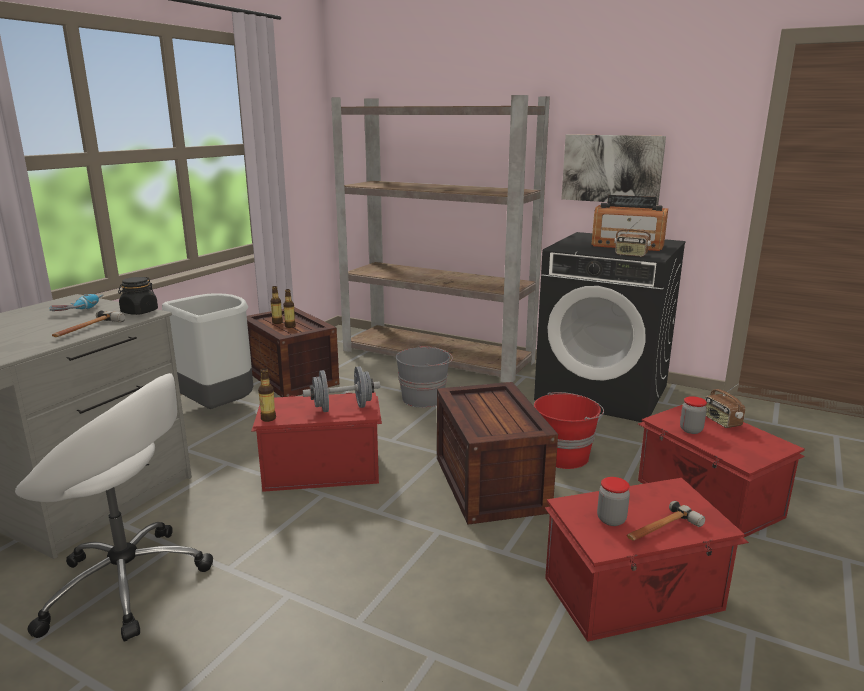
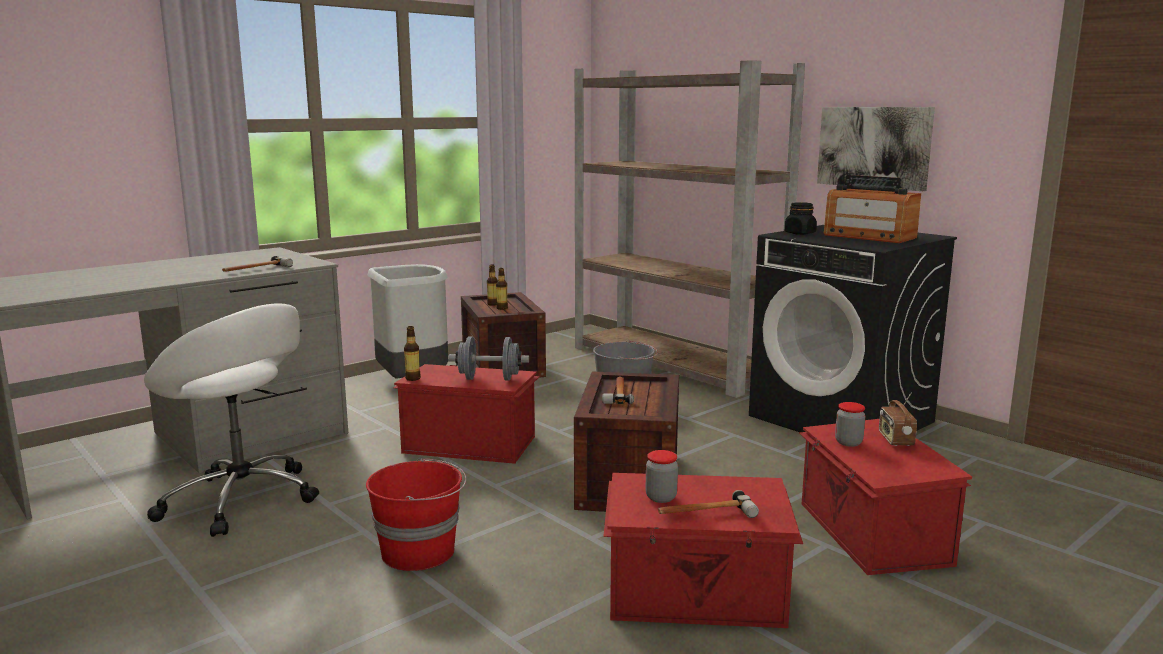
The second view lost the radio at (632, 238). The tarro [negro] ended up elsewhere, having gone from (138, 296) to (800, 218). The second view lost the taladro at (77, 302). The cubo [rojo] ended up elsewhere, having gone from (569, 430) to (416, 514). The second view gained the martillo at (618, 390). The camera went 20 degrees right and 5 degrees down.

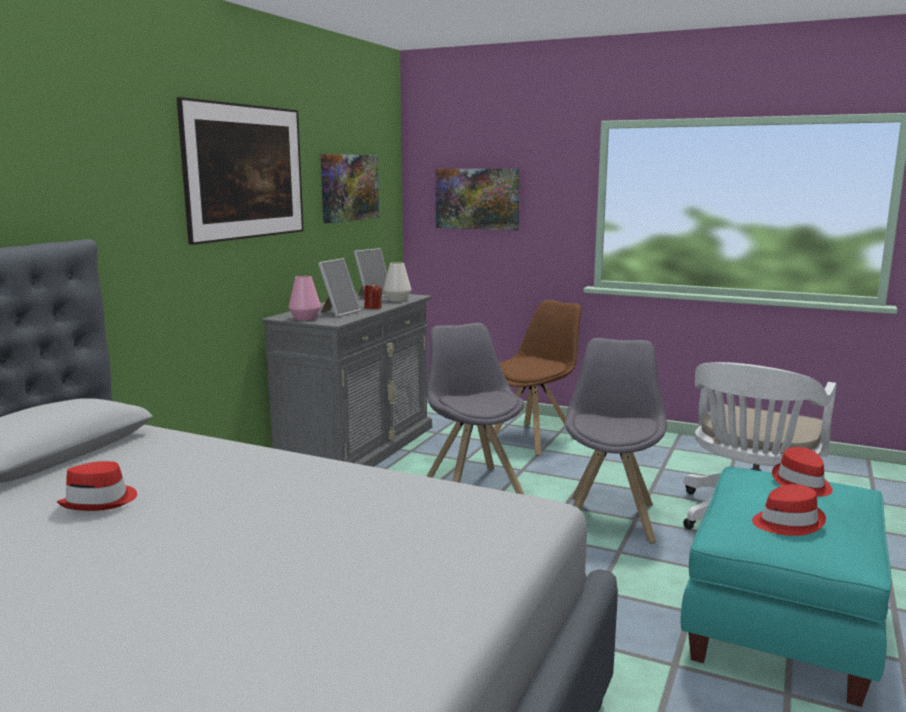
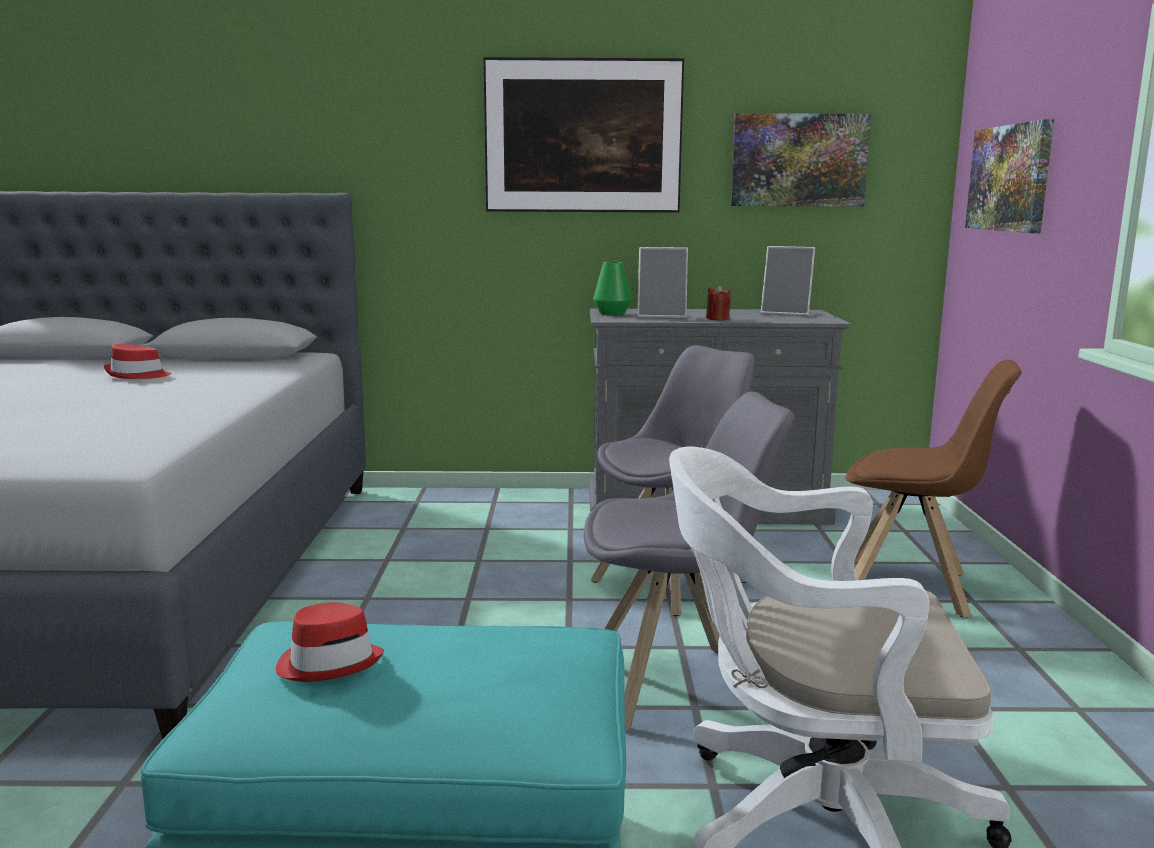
The second view lost the florero [blanco] at (397, 282). What was the florero [rosa] at (304, 298) turned into the florero [verde] at (612, 288). The second view lost the sombrero [rojo] at (802, 472). The camera went 65 degrees right and 0 degrees up.

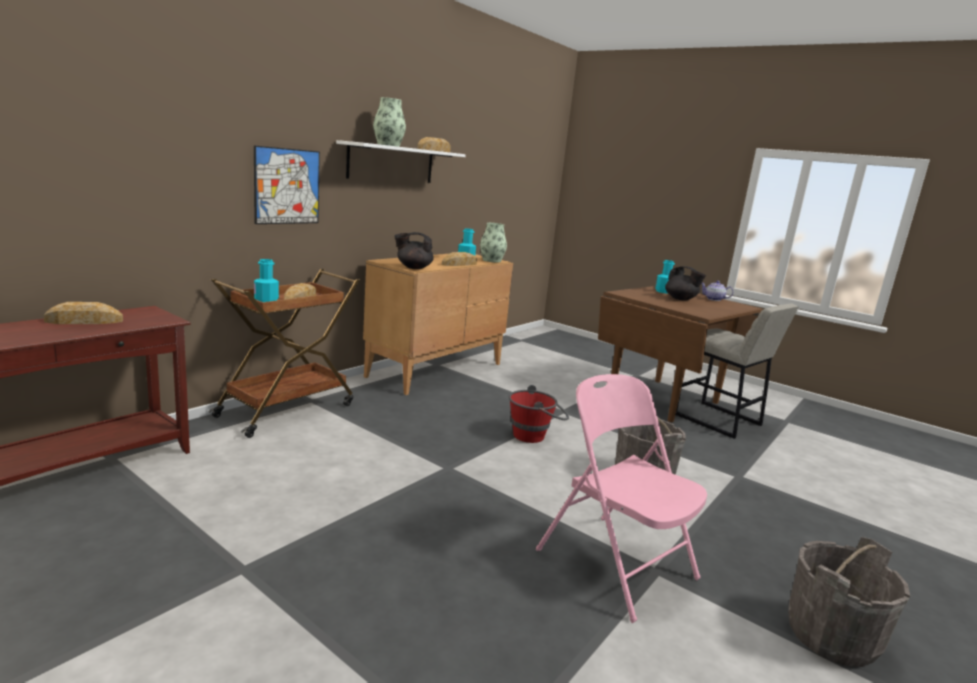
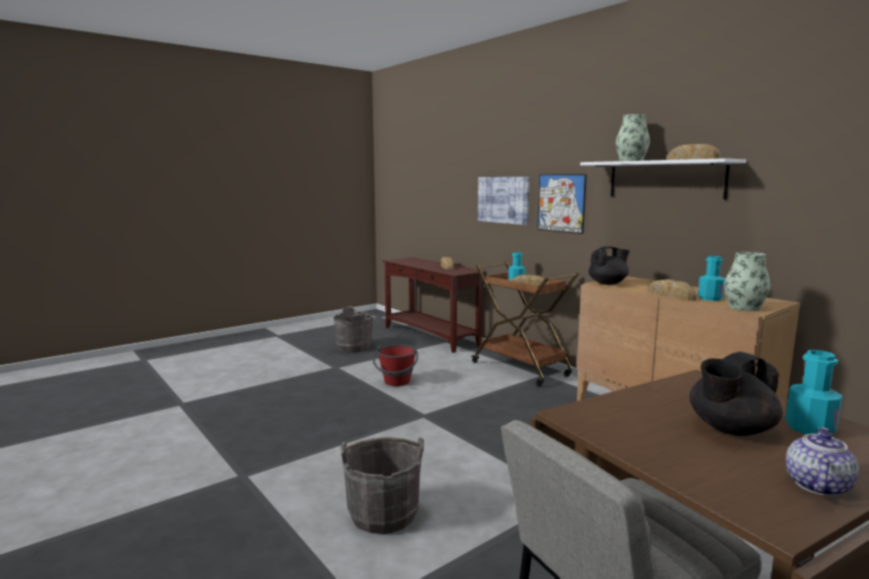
The tetera [negro] at (414, 250) ended up facing another way, 60 degrees clockwise from before. The second view lost the silla [rosa] at (621, 498). The cubo [rojo] ended up elsewhere, having gone from (539, 414) to (395, 365). The cubo [gris] ended up elsewhere, having gone from (849, 602) to (353, 329). The second view gained the cuadro at (504, 201). The camera went 105 degrees right and 5 degrees down.

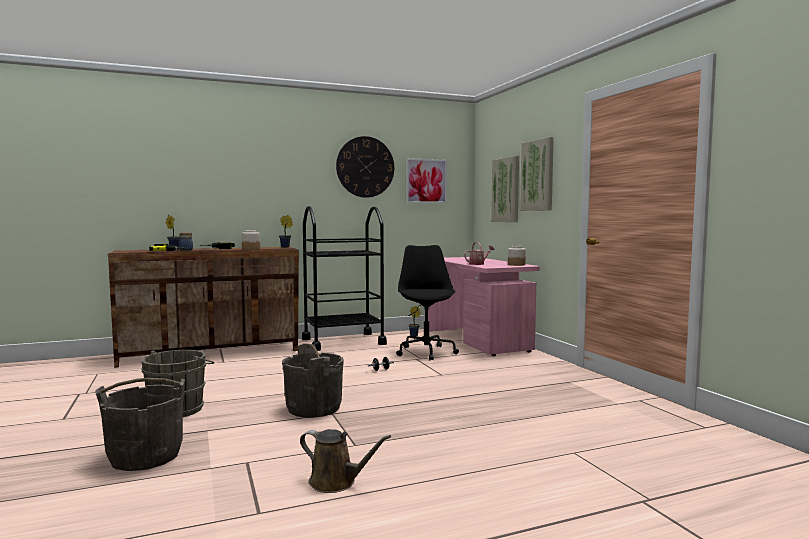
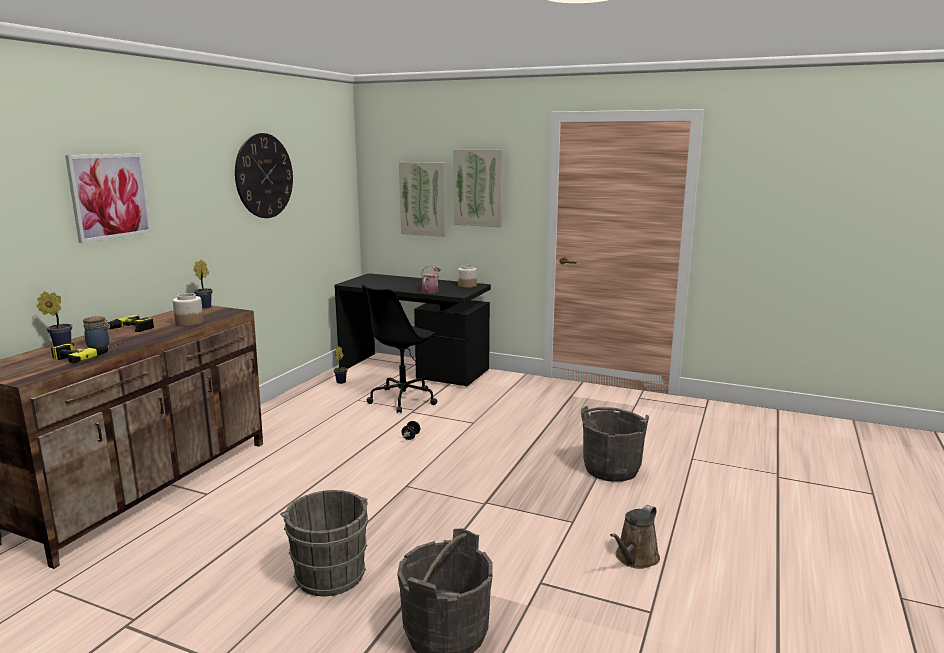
The cuadro ended up elsewhere, having gone from (426, 181) to (108, 198). The second view lost the carrito [negro] at (344, 278). The silla de oficina [negro] at (427, 302) ended up facing another way, 90 degrees counterclockwise from before. What was the escritorio [rosa] at (484, 306) turned into the escritorio [negro] at (412, 330). The cubo [gris] ended up elsewhere, having gone from (313, 381) to (615, 444). The regadera [marrón] at (345, 461) ended up facing another way, 150 degrees clockwise from before. The camera went 45 degrees left and 10 degrees up.

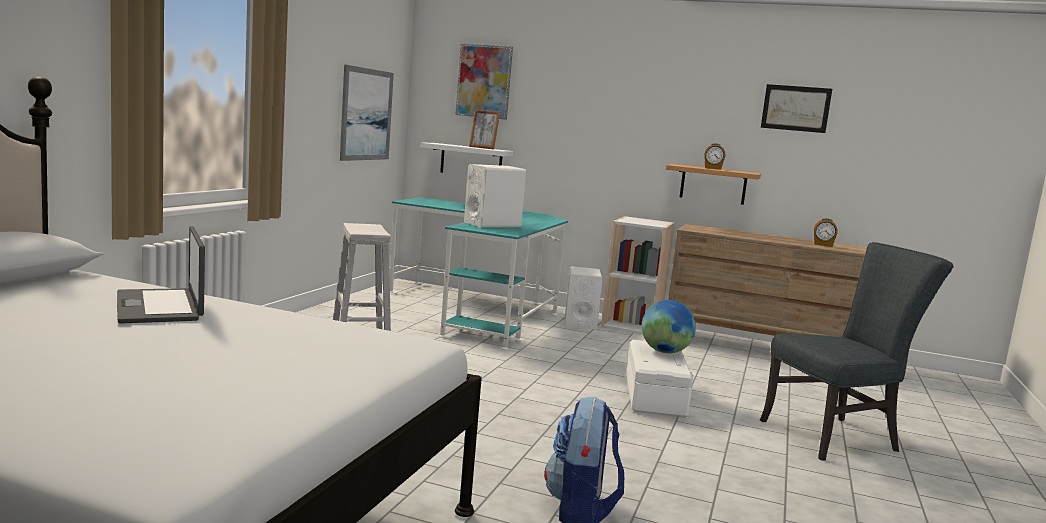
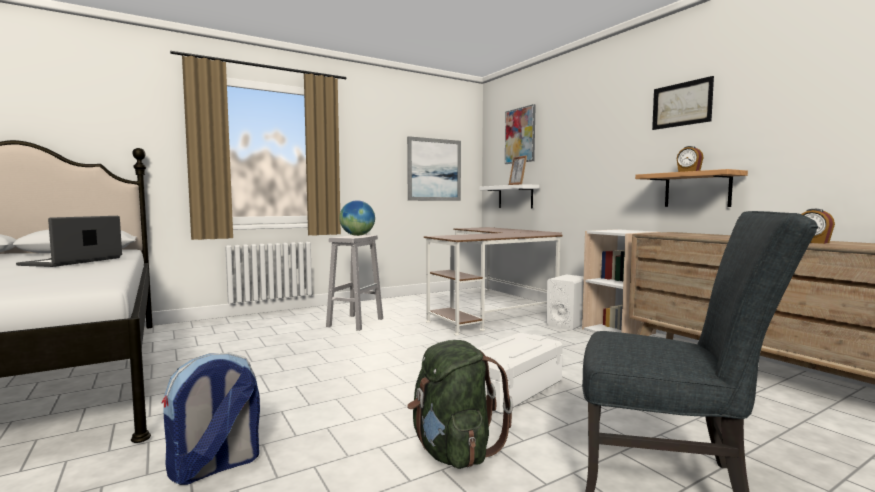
The cuadro ended up elsewhere, having gone from (796, 108) to (683, 103). The second view lost the altavoz [blanco] at (495, 196). What was the escritorio [turquesa] at (479, 273) turned into the escritorio [marrón] at (493, 281). The globo terráqueo ended up elsewhere, having gone from (669, 326) to (357, 218). The second view gained the mochila [verde] at (460, 404). The camera went 40 degrees right and 5 degrees down.

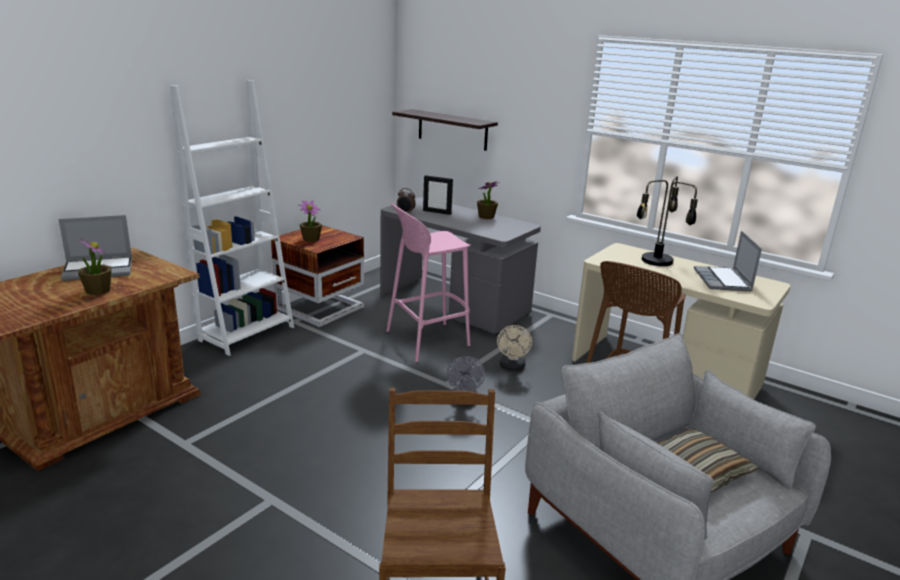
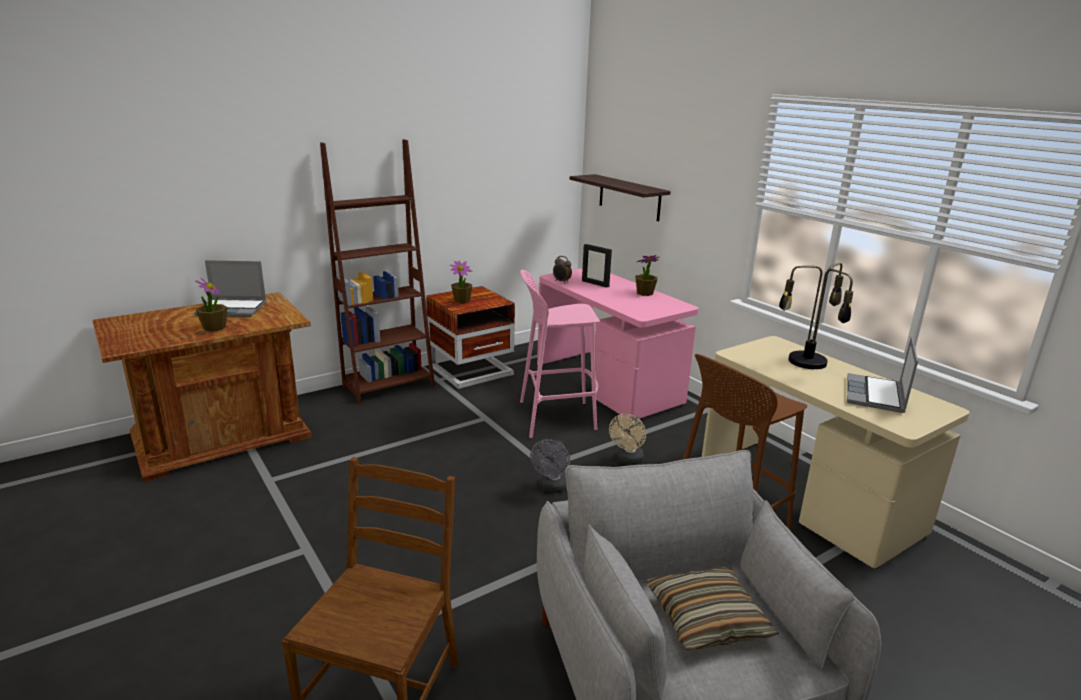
What was the estantería [blanco] at (232, 218) turned into the estantería [marrón] at (377, 272). What was the escritorio [gris] at (460, 266) turned into the escritorio [rosa] at (618, 343). The camera went 20 degrees right and 0 degrees up.

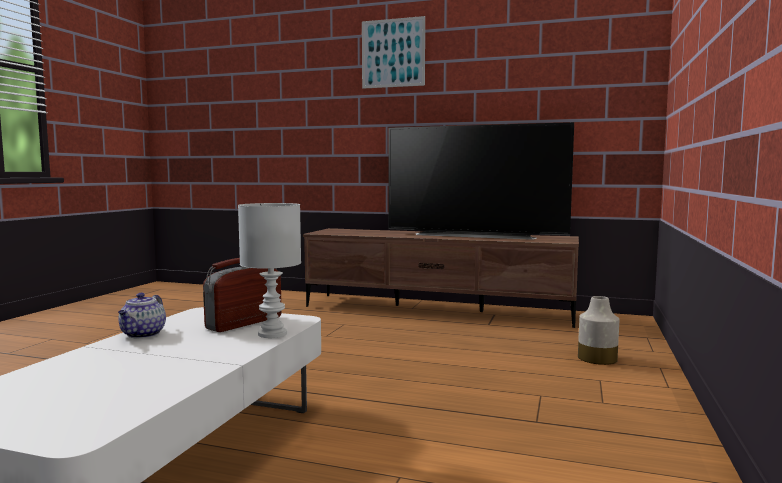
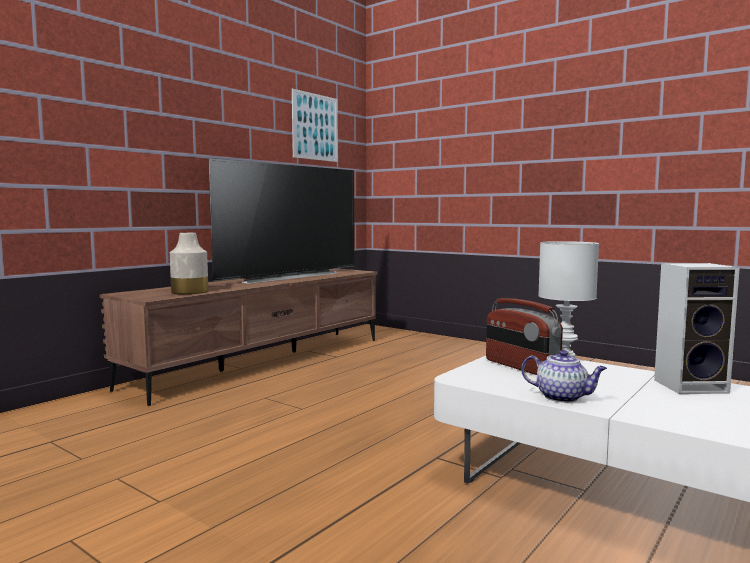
The cuadro ended up elsewhere, having gone from (393, 52) to (315, 125). The florero [beis] ended up elsewhere, having gone from (598, 330) to (189, 263). The second view gained the altavoz at (697, 328). The camera went 70 degrees left and 0 degrees up.

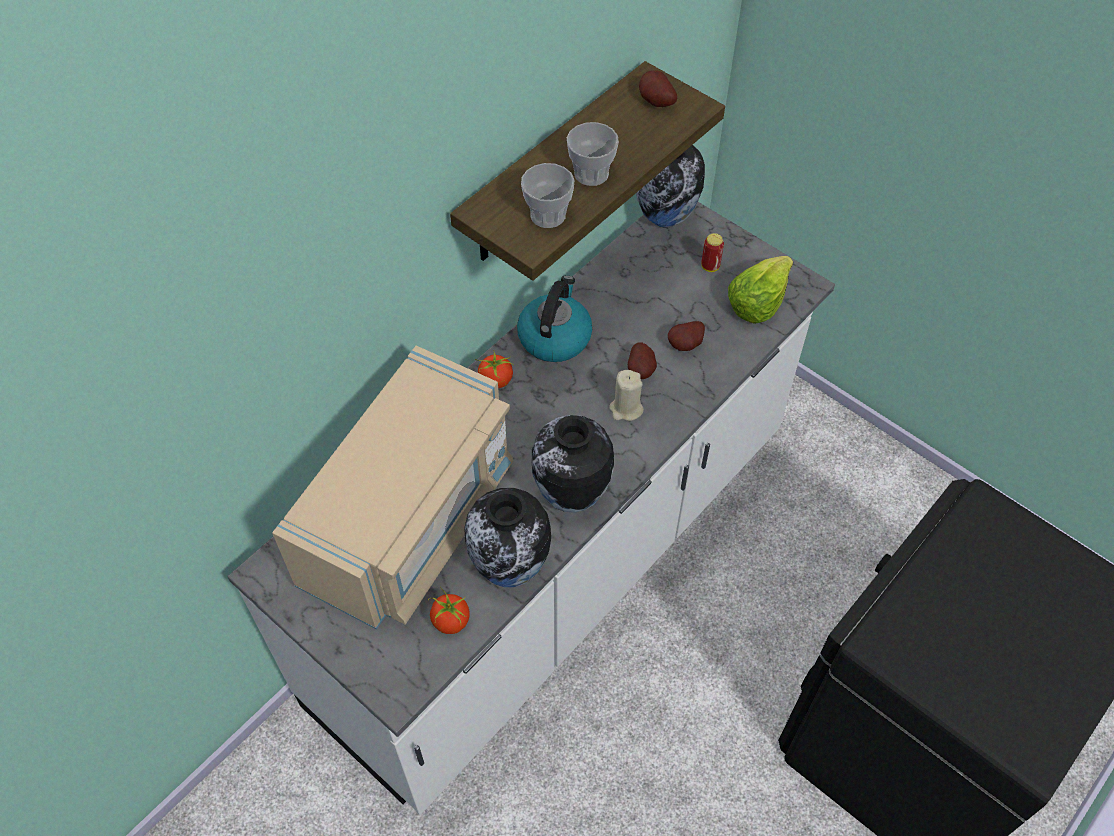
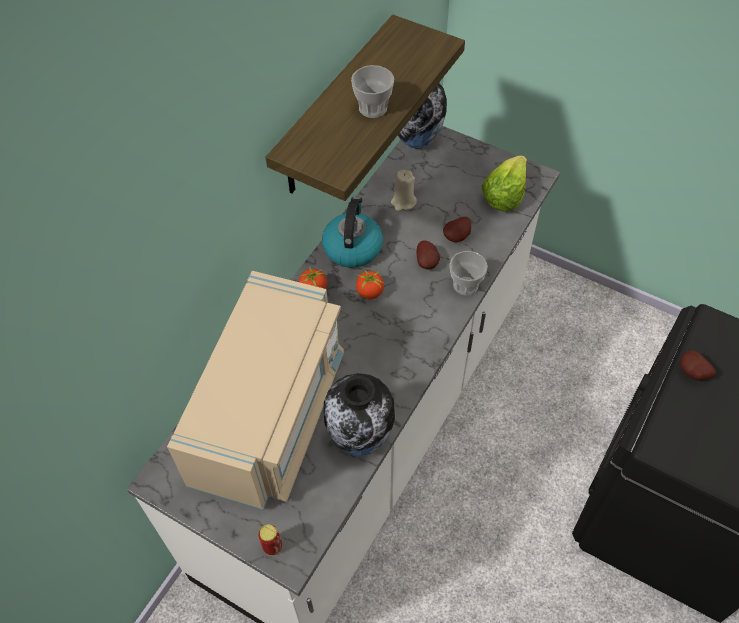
The patata ended up elsewhere, having gone from (658, 88) to (698, 365). The taza ended up elsewhere, having gone from (548, 195) to (468, 273). The lata ended up elsewhere, having gone from (712, 252) to (270, 540). The vela [beis] ended up elsewhere, having gone from (626, 395) to (404, 190). The second view lost the florero at (573, 464). The tomate ended up elsewhere, having gone from (449, 610) to (369, 282). The camera went 10 degrees left and 0 degrees up.

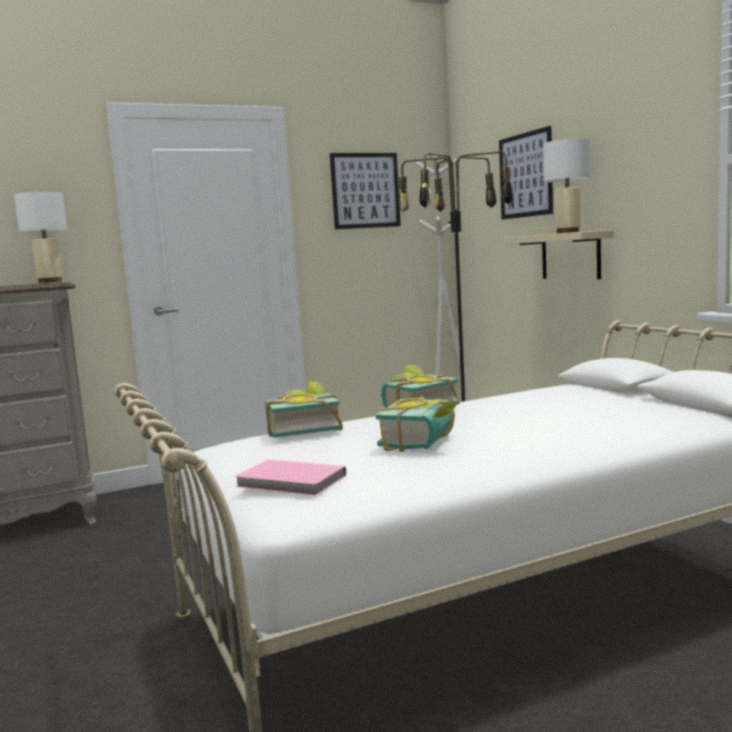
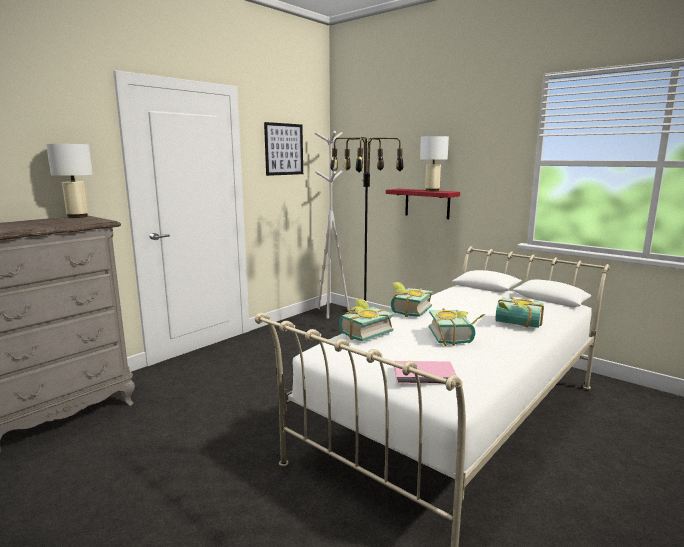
The second view lost the cuadro at (526, 173). What was the estante [beis] at (559, 254) turned into the estante [rojo] at (423, 204). The second view gained the libro at (520, 312). The camera went 25 degrees left and 5 degrees up.

